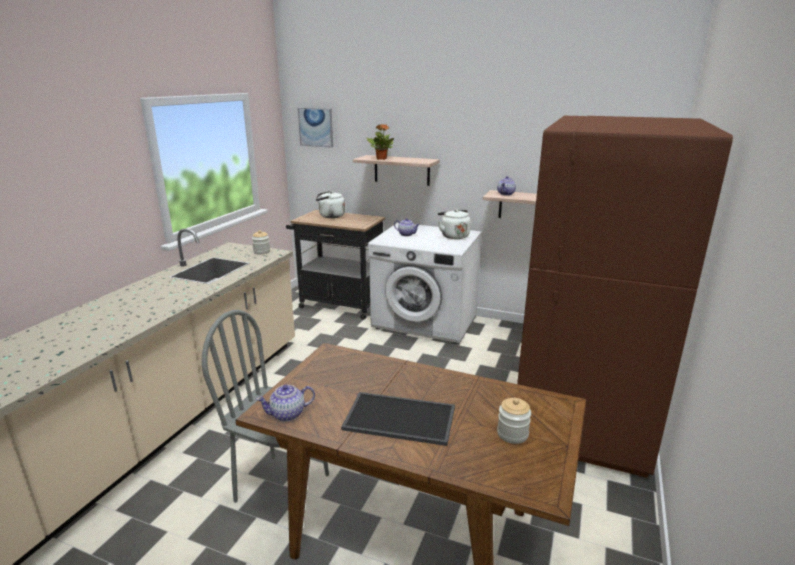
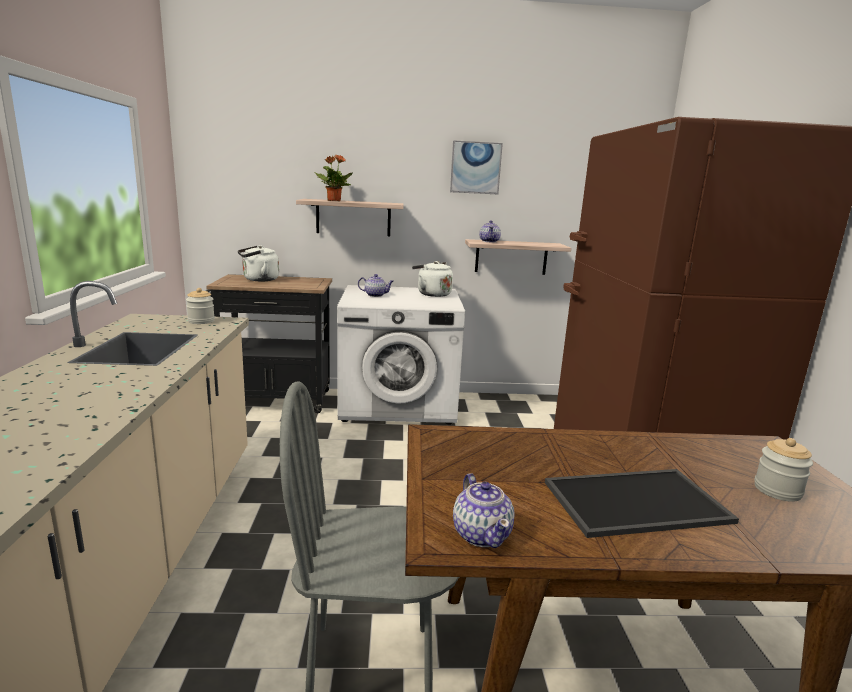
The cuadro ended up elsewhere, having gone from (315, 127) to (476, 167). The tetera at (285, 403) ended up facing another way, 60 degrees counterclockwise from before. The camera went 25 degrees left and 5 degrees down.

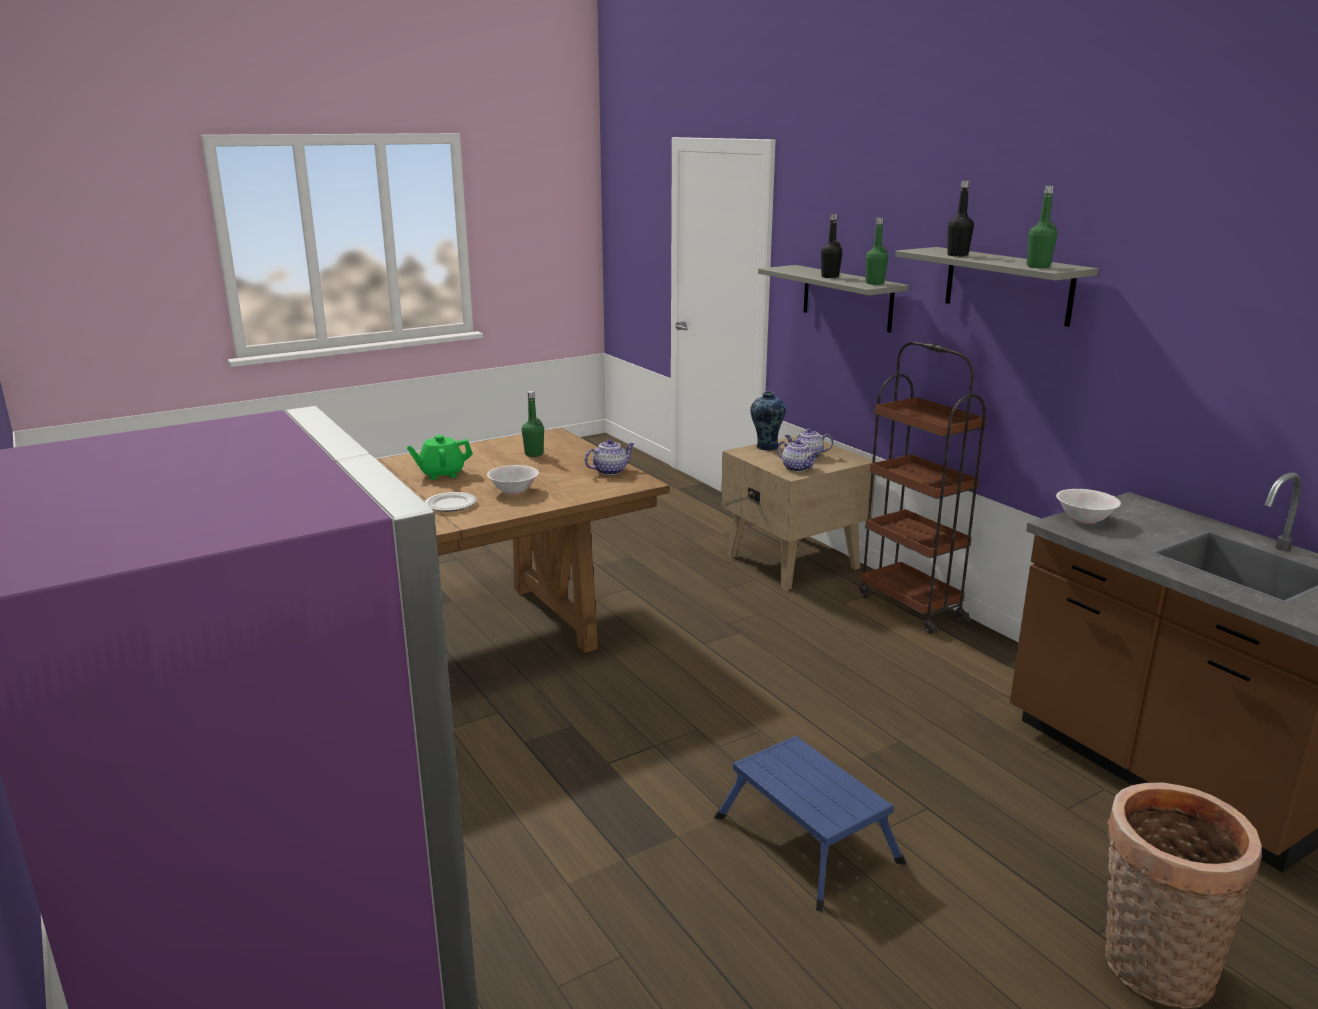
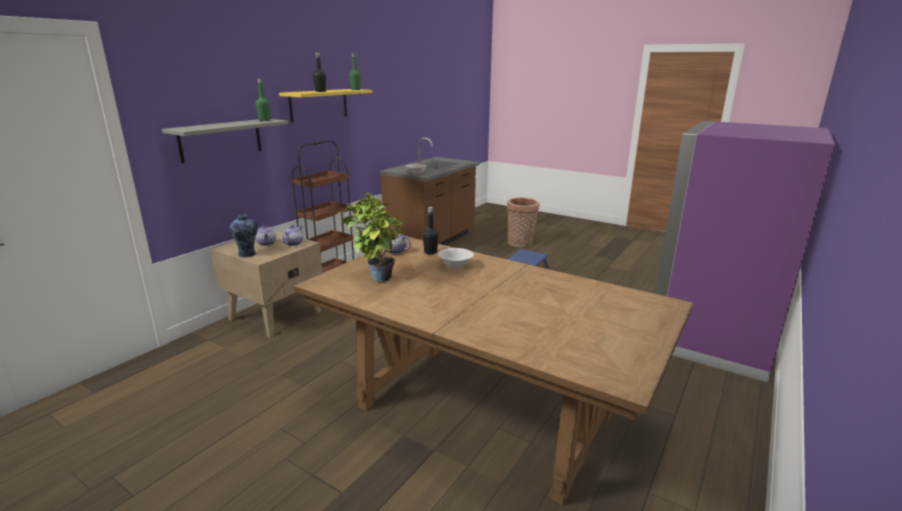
The botella [negro] ended up elsewhere, having gone from (831, 246) to (431, 230). What was the estante [gris] at (997, 287) turned into the estante [amarillo] at (325, 105). Where the botella [verde] stood at (533, 424), the planta en maceta came to stand at (370, 237). The second view lost the tetera [verde] at (439, 457). The second view lost the plato at (451, 502). The camera went 115 degrees left and 0 degrees up.

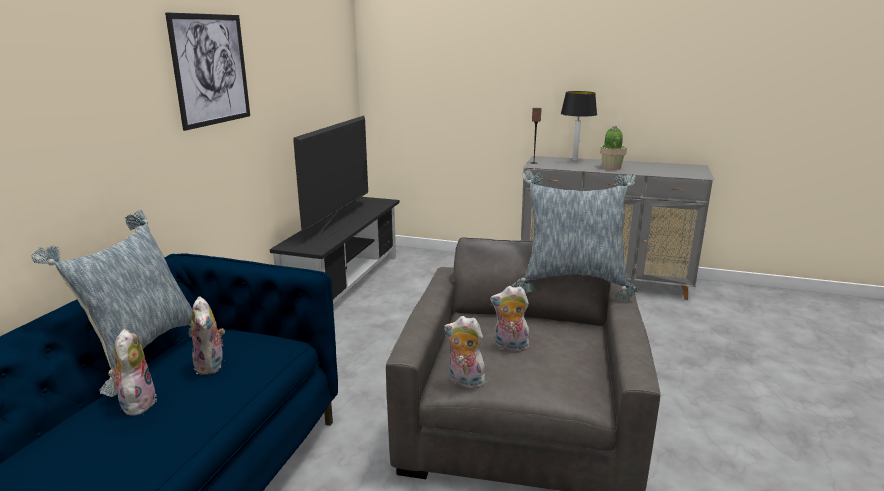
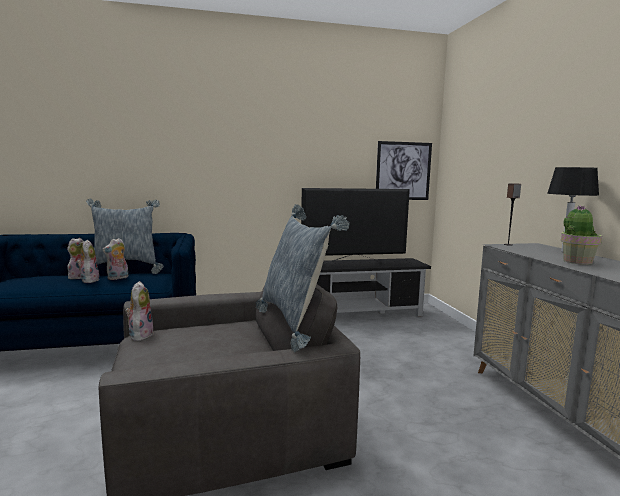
The cuadro ended up elsewhere, having gone from (207, 71) to (404, 170). The peluche ended up elsewhere, having gone from (509, 319) to (88, 261). The camera went 60 degrees right and 10 degrees down.

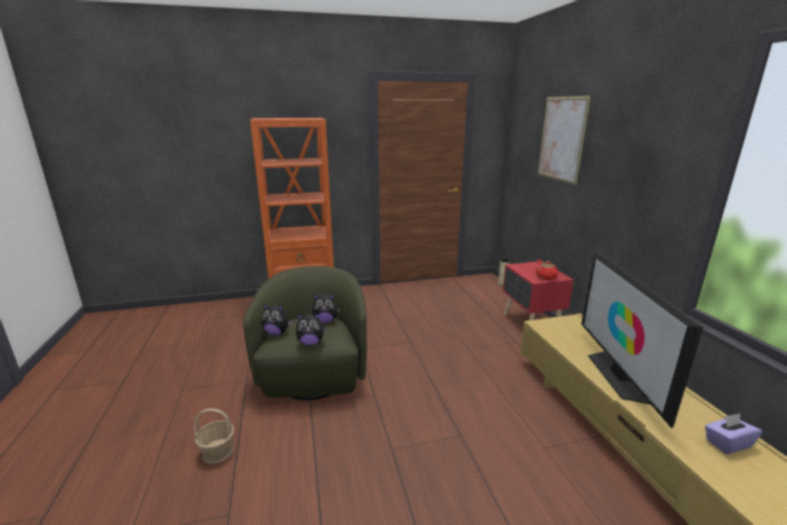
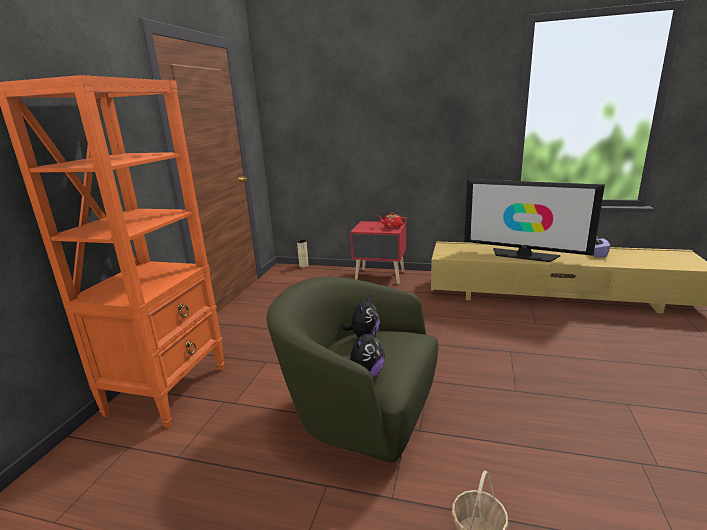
The second view lost the cuadro at (565, 140). The second view lost the peluche at (311, 329). The camera went 60 degrees left and 0 degrees up.

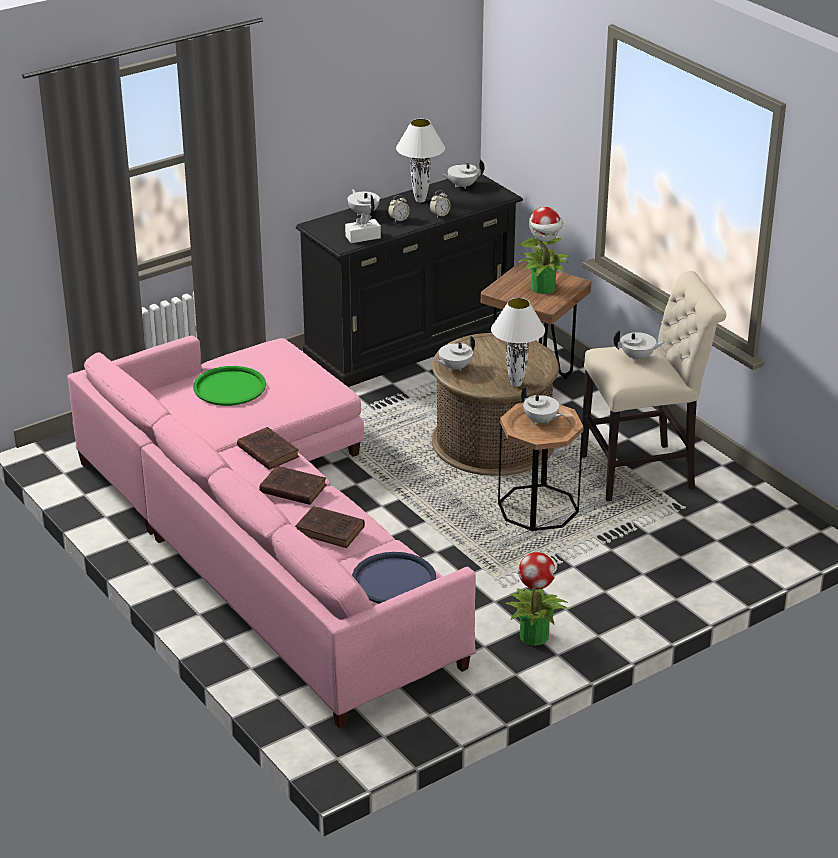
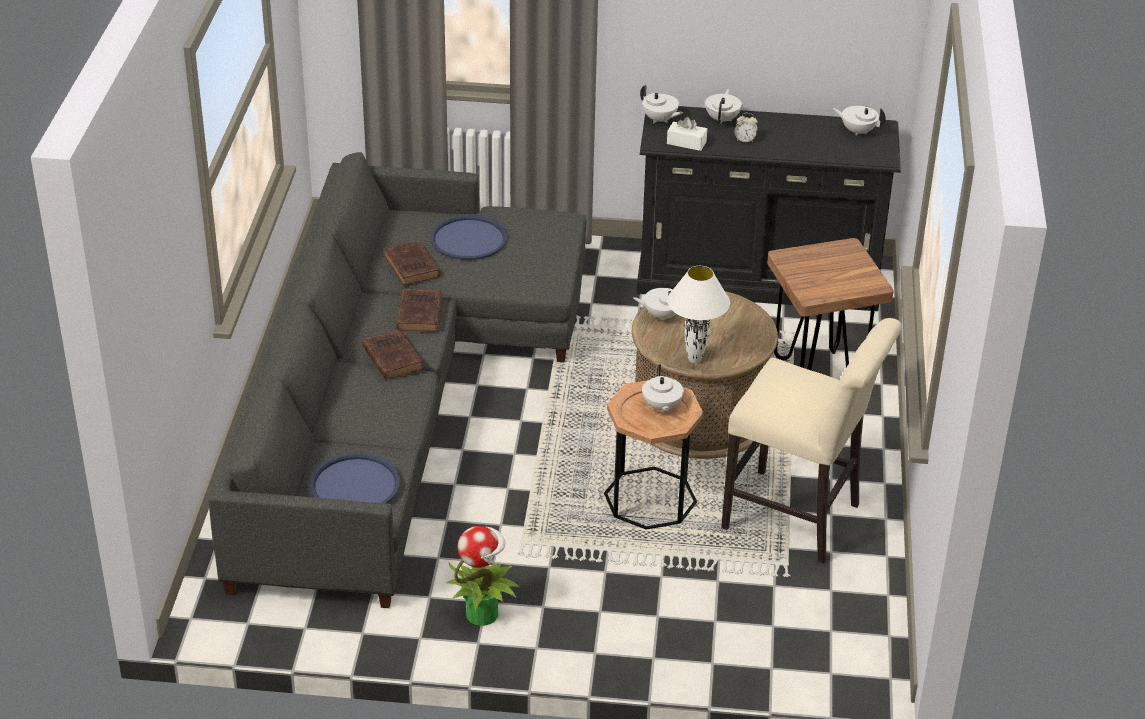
The second view lost the lámpara de mesa [blanco] at (420, 161). The second view lost the despertador at (440, 204). The second view lost the planta en maceta at (543, 250). The tetera [blanco] ended up elsewhere, having gone from (639, 346) to (661, 104). What was the sofá [rosa] at (271, 532) turned into the sofá [gris] at (397, 380). What was the bandeja [verde] at (229, 386) turned into the bandeja [azul] at (469, 237). The libro [marrón] ended up elsewhere, having gone from (330, 527) to (412, 263). The camera went 40 degrees right and 5 degrees up.

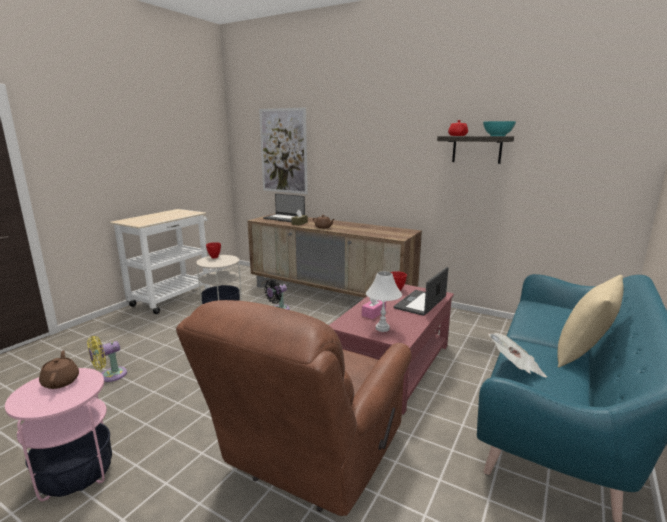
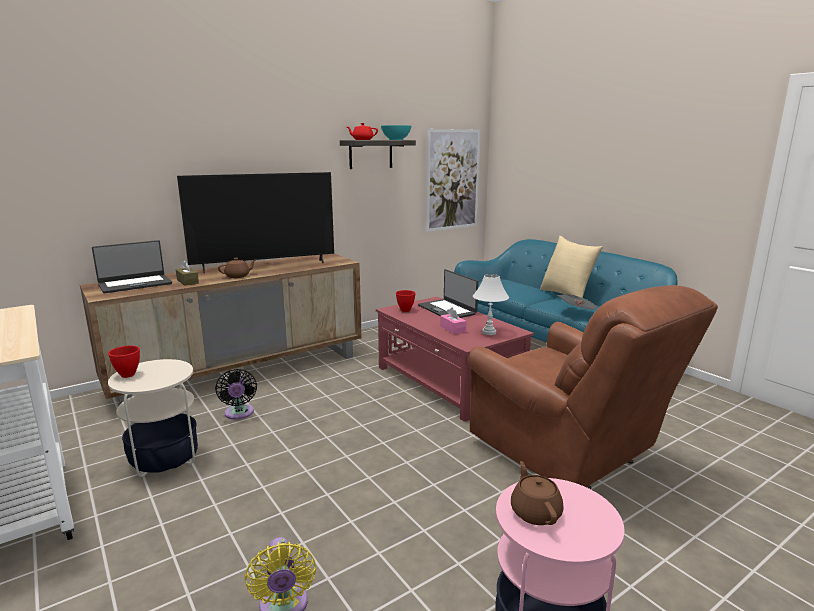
The cuadro ended up elsewhere, having gone from (283, 151) to (453, 180). The tetera [marrón] at (59, 369) ended up facing another way, 75 degrees clockwise from before. The second view gained the televisor at (255, 222). The camera went 65 degrees left and 0 degrees up.

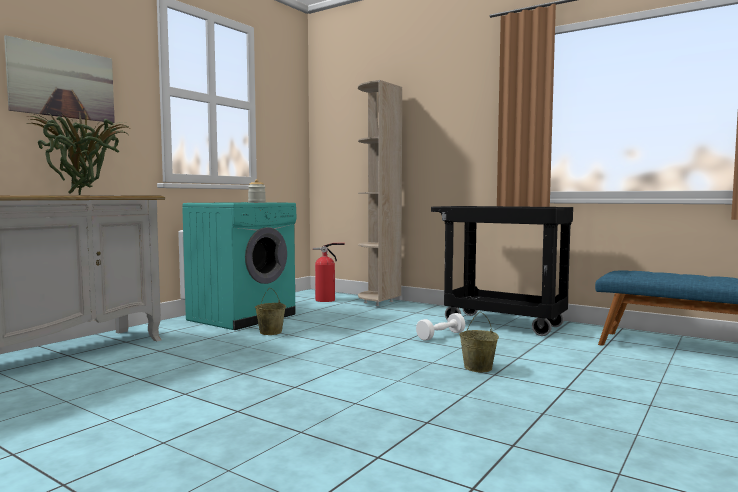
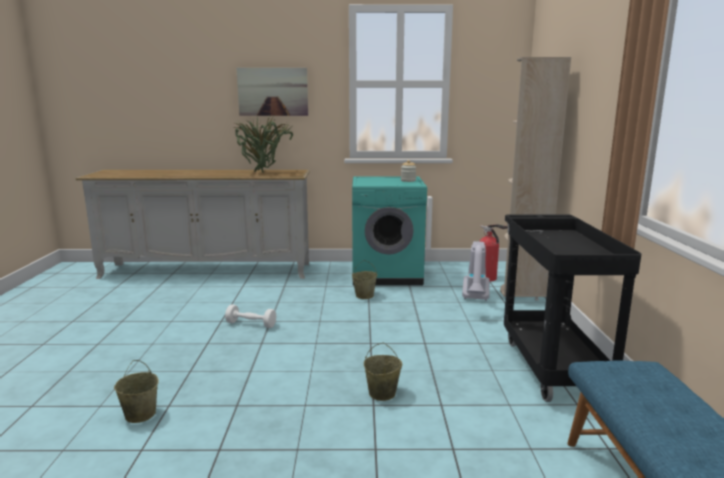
The mancuerna [blanco] ended up elsewhere, having gone from (440, 326) to (250, 316). The second view gained the aspiradora at (476, 271). The second view gained the cubo [beis] at (136, 391). The camera went 55 degrees right and 10 degrees up.

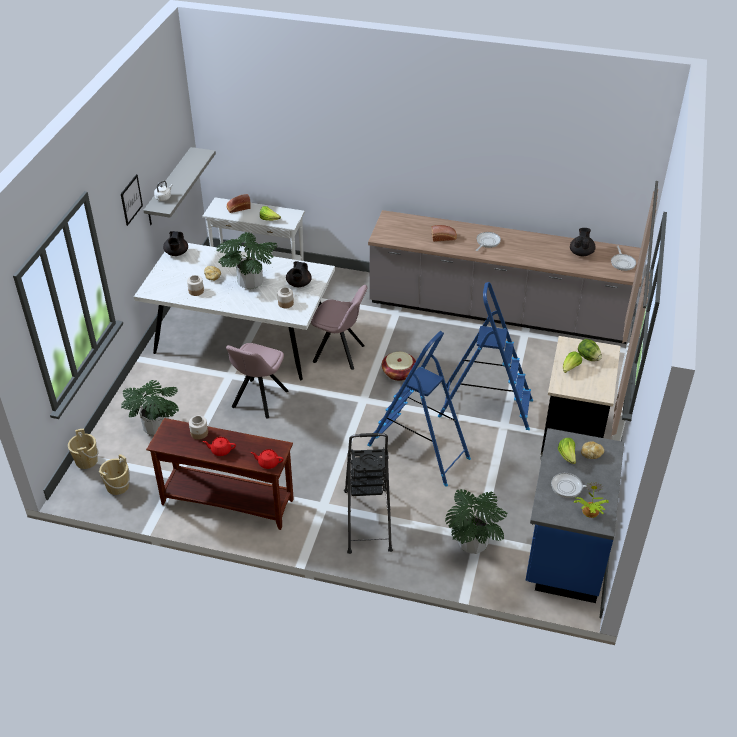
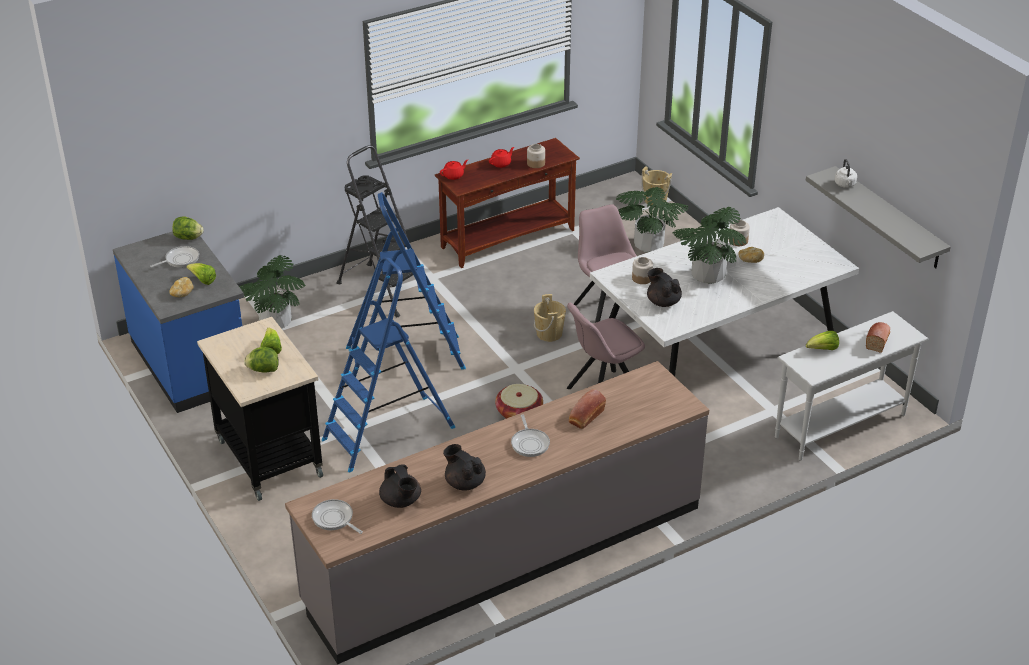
The second view lost the cuadro at (132, 200). The tetera [negro] ended up elsewhere, having gone from (175, 243) to (464, 467). The cubo [beis] ended up elsewhere, having gone from (114, 474) to (550, 318). The second view lost the planta en maceta at (591, 500). The second view gained the lechuga at (187, 228). The camera went 135 degrees right and 5 degrees down.

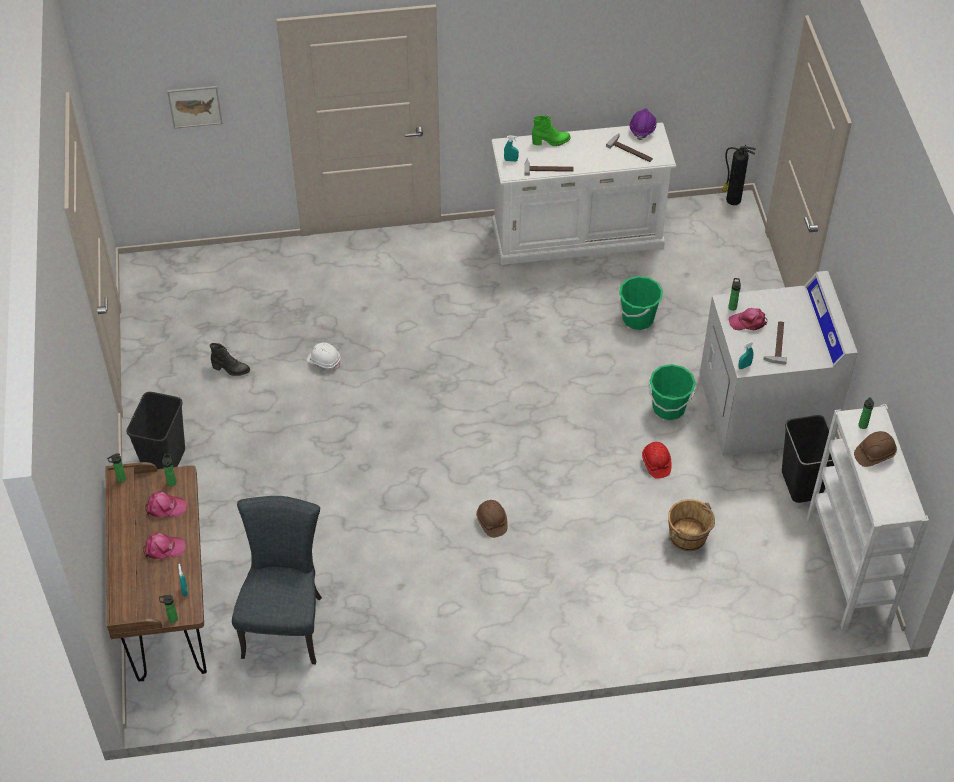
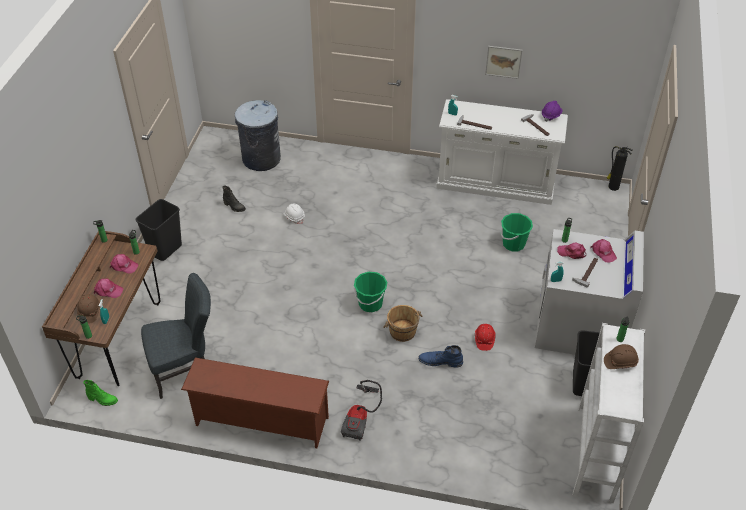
The cuadro ended up elsewhere, having gone from (195, 107) to (503, 62). The bota [verde] ended up elsewhere, having gone from (551, 130) to (100, 393). The cubo [verde] ended up elsewhere, having gone from (672, 392) to (370, 292). The silla [gris] at (277, 580) ended up facing another way, 45 degrees clockwise from before. The cubo [marrón] ended up elsewhere, having gone from (691, 525) to (402, 323). The casco [marrón] ended up elsewhere, having gone from (492, 519) to (88, 309). The second view gained the papelera [gris] at (258, 135). The second view gained the gorra [rosa] at (603, 251). The second view gained the bota [azul] at (440, 356). The second view gained the zapatero [marrón] at (255, 402). The second view gained the aspiradora at (361, 410). The camera went 20 degrees right and 5 degrees down.

